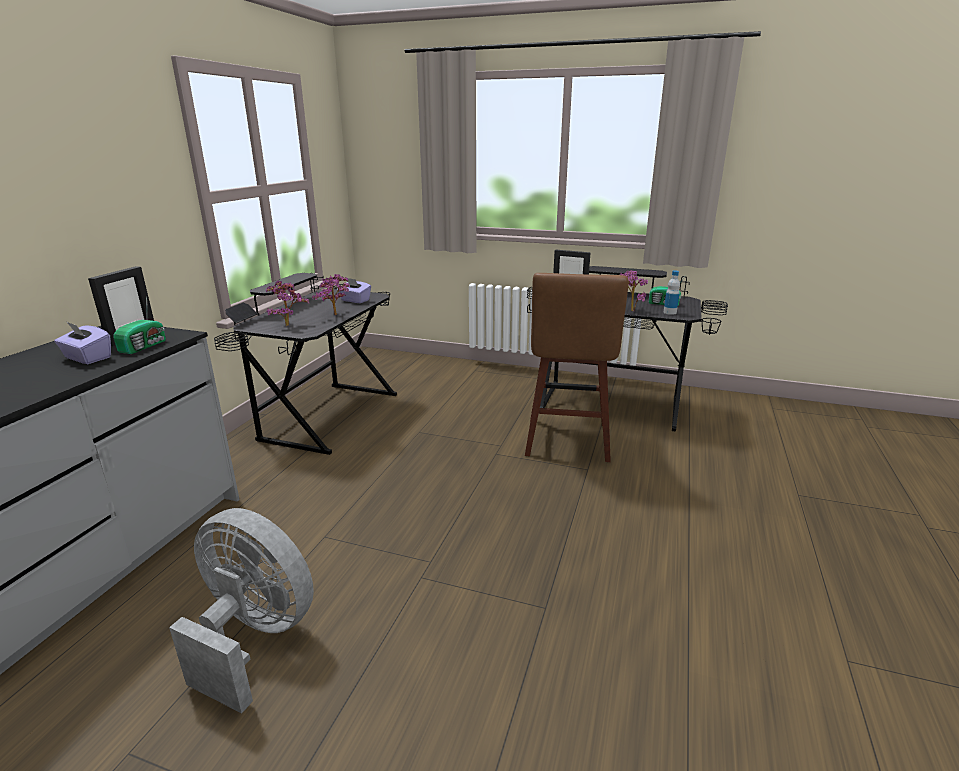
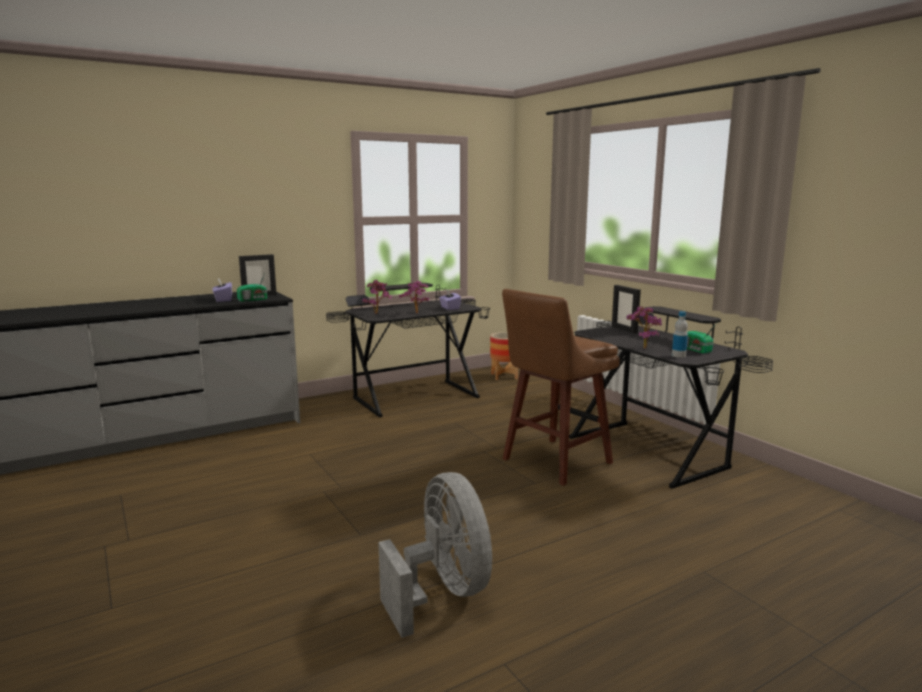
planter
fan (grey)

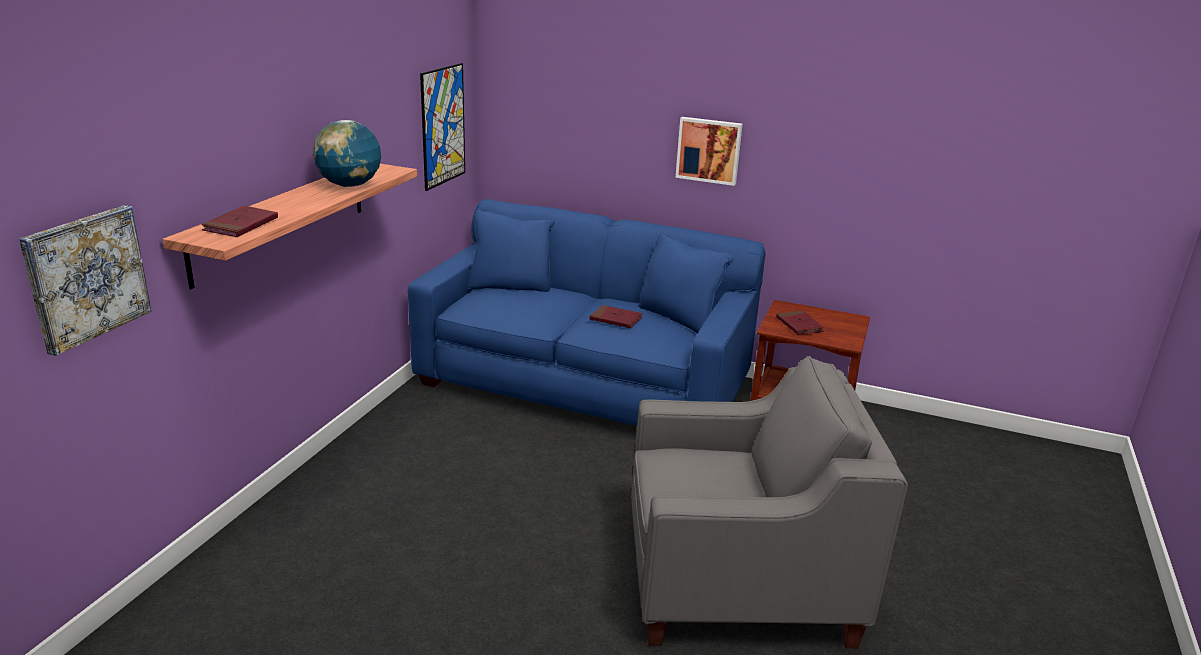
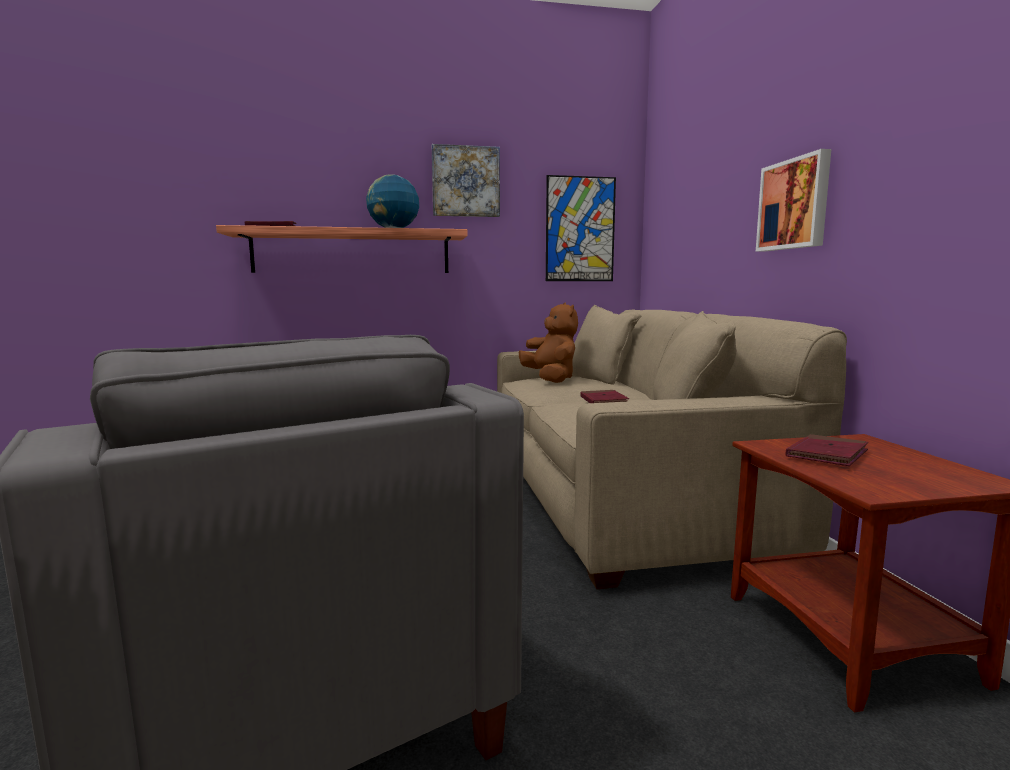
plush toy (brown)
picture (no. 1 from left)
sofa (beige)

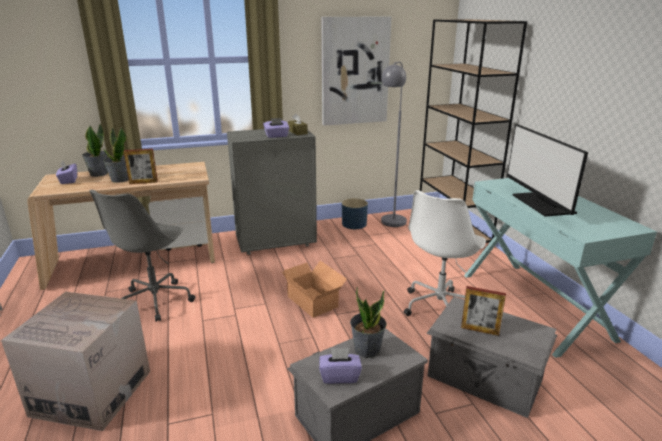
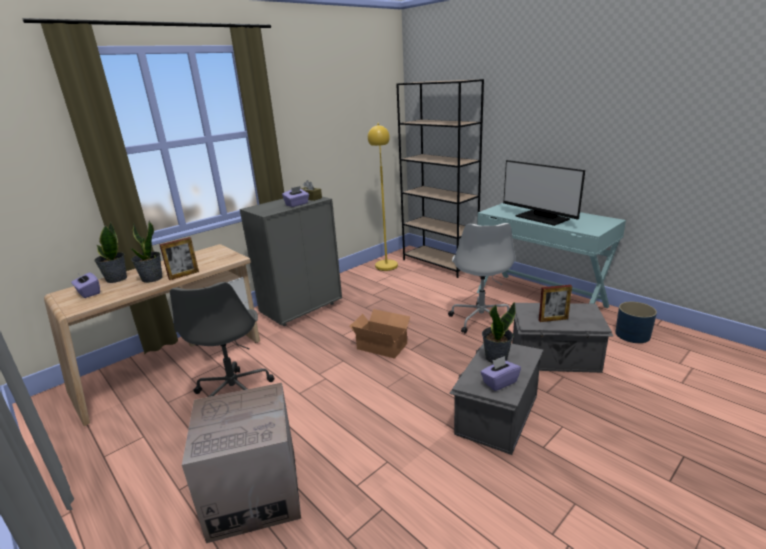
picture
planter (blue)
floor lamp (yellow)

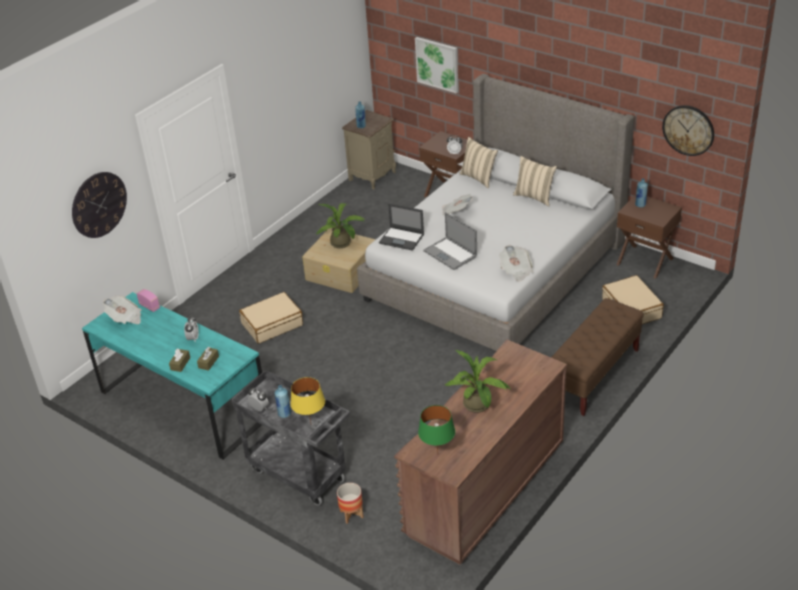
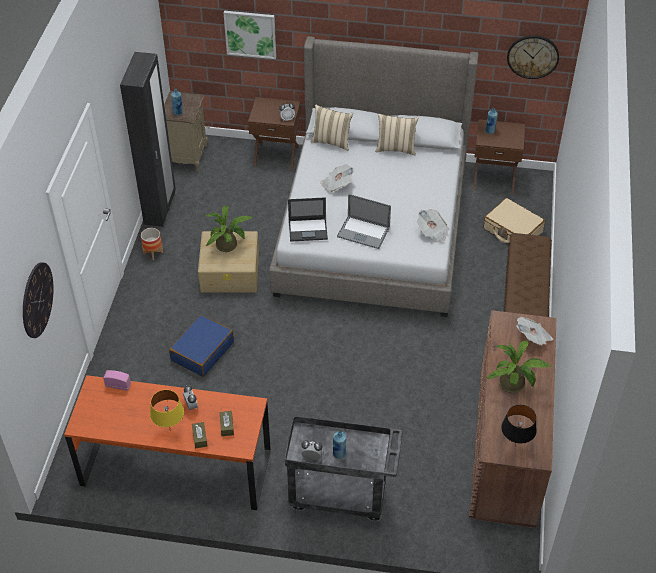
wardrobe (black)
newspaper (no. 3 from left)
table lamp (yellow)
planter
desk (orange)
suitcase (blue)
table lamp (black)

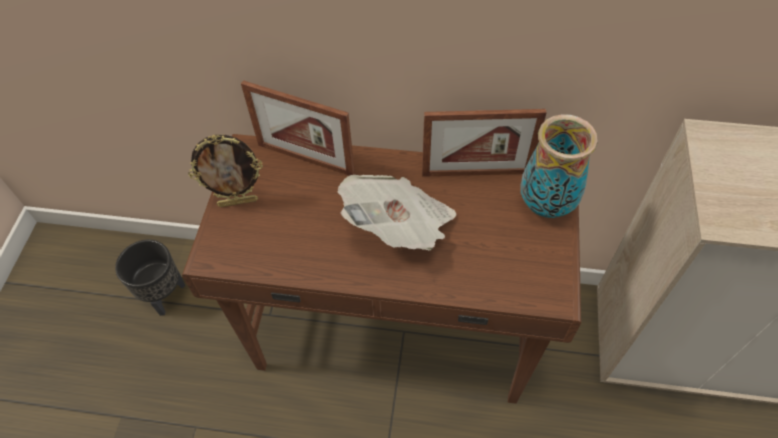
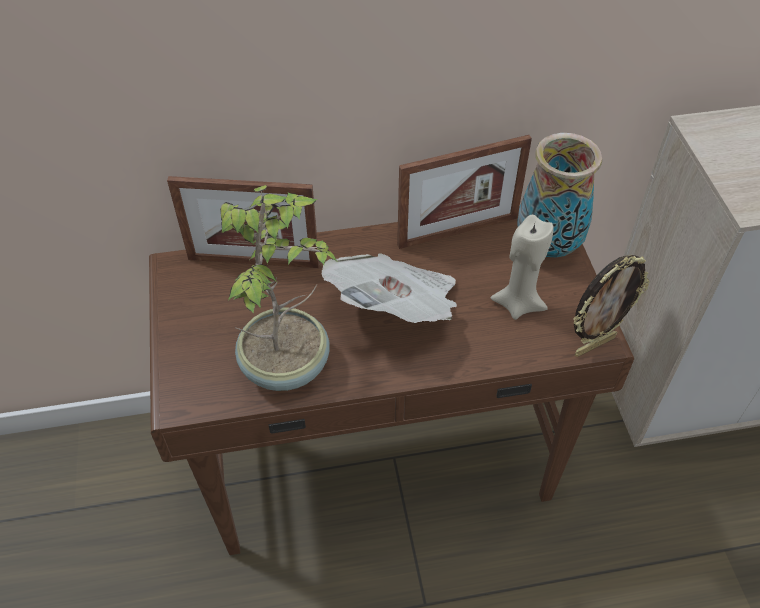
planter (black)
potted plant
candle (beige)
picture frame (no. 3 from left)

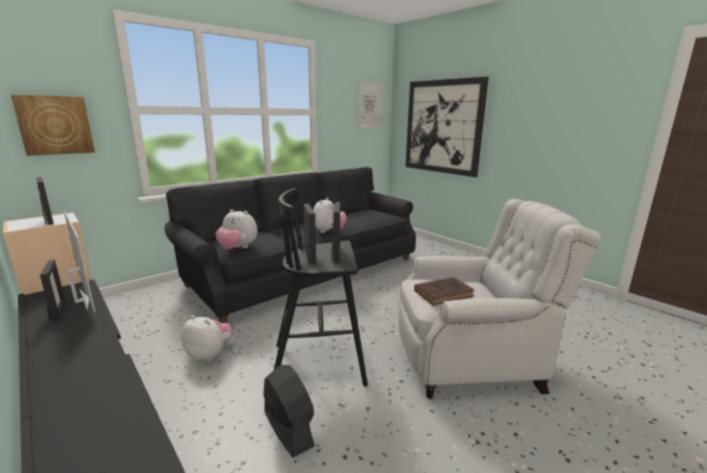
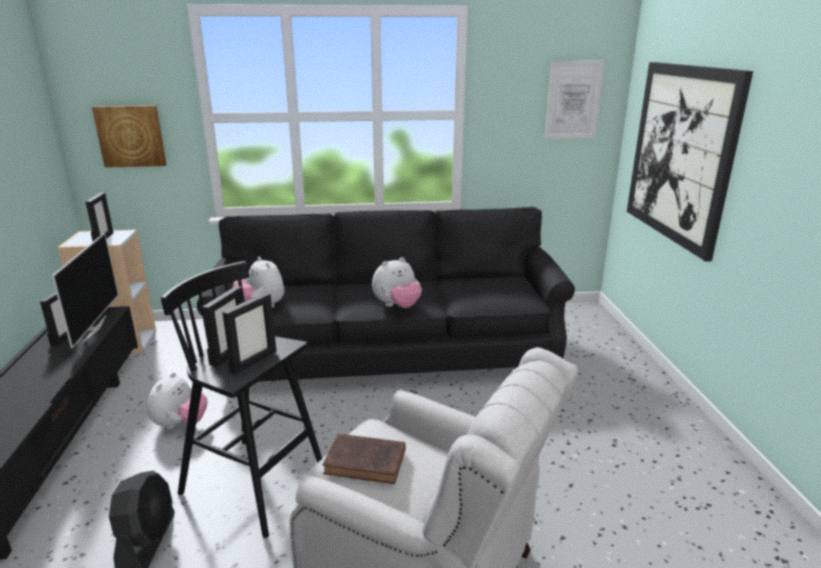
plush toy (no. 1 from left)

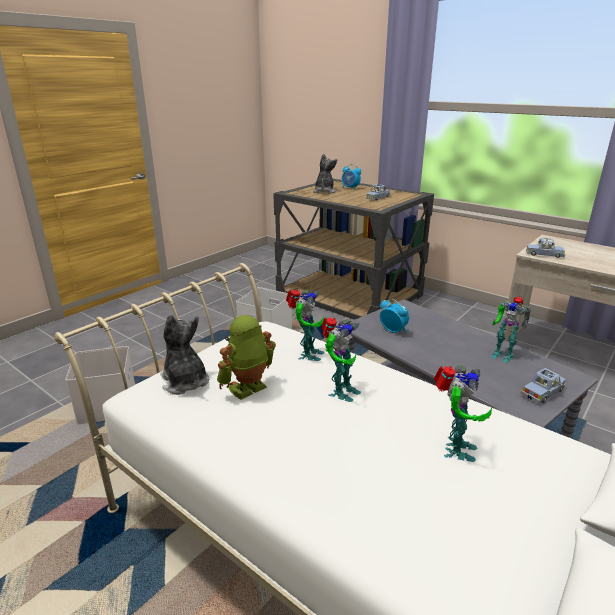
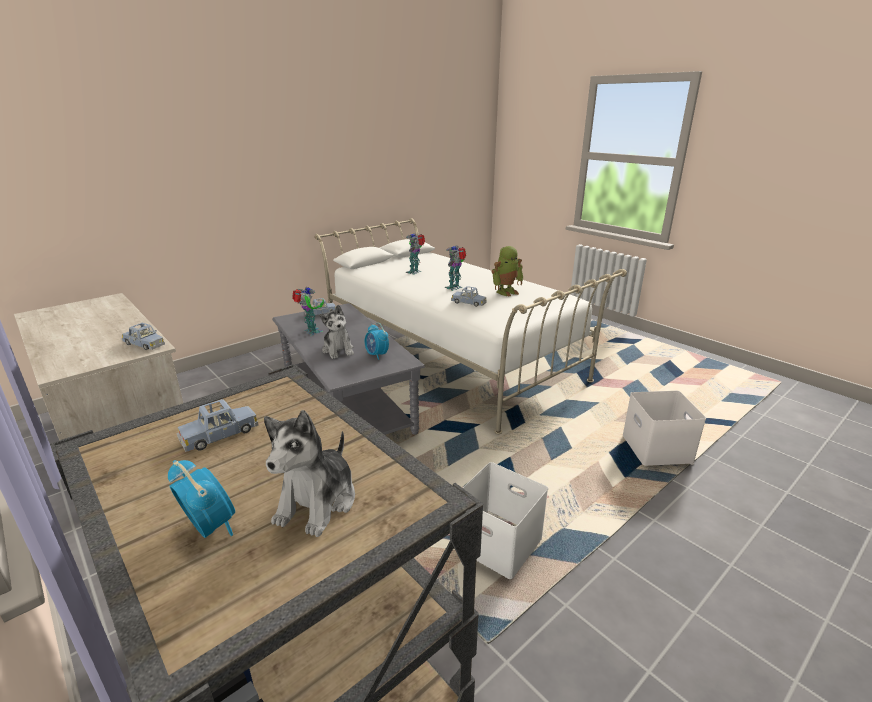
plush toy (no. 2 from left)
toy car (blue) (no. 4 from left)

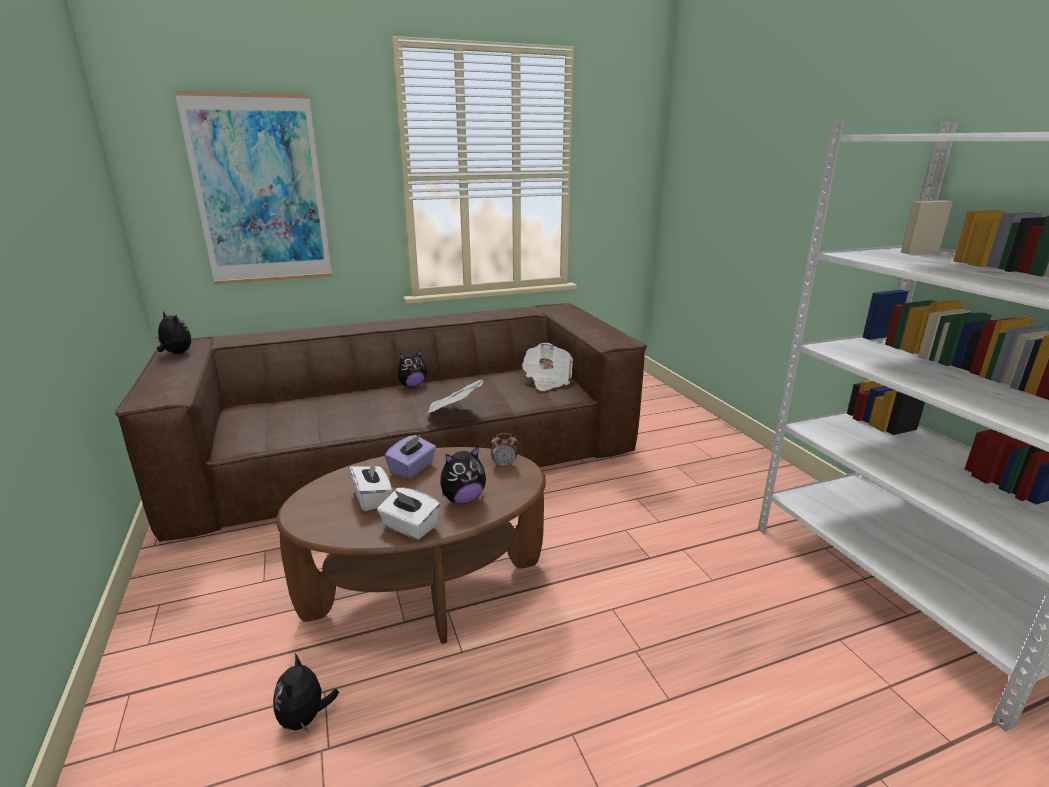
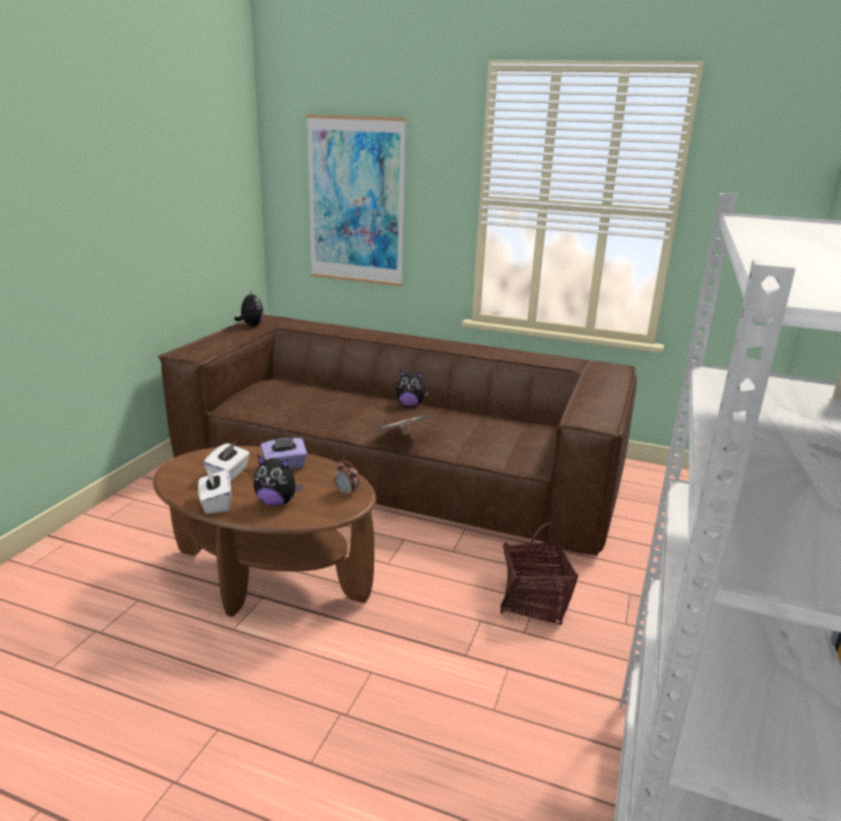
plush toy (no. 2 from left in the first image)
newspaper (no. 2 from left in the first image)
basket

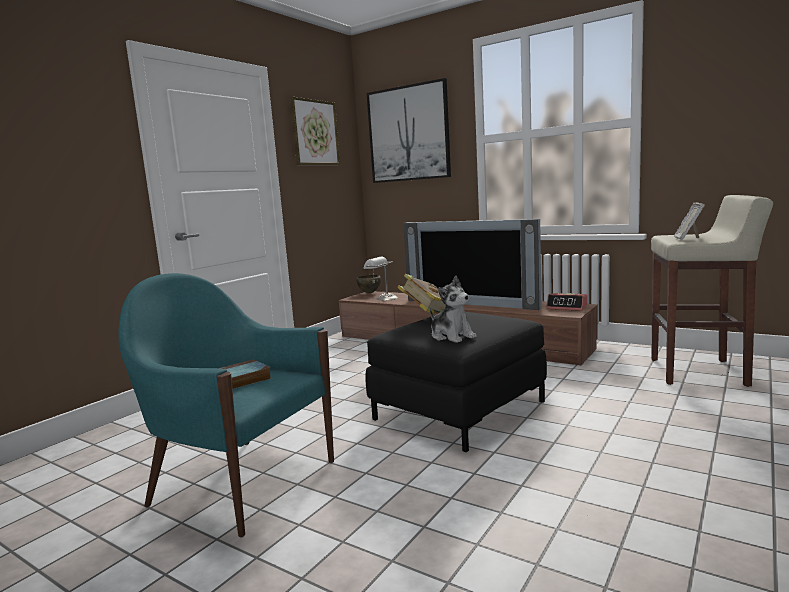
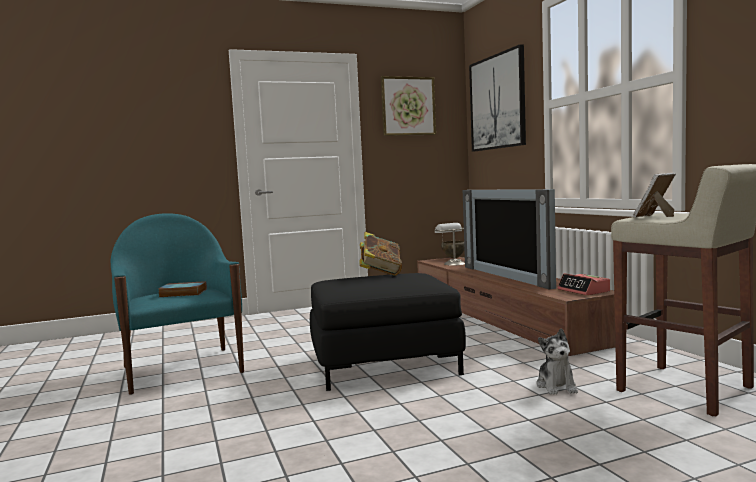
plush toy

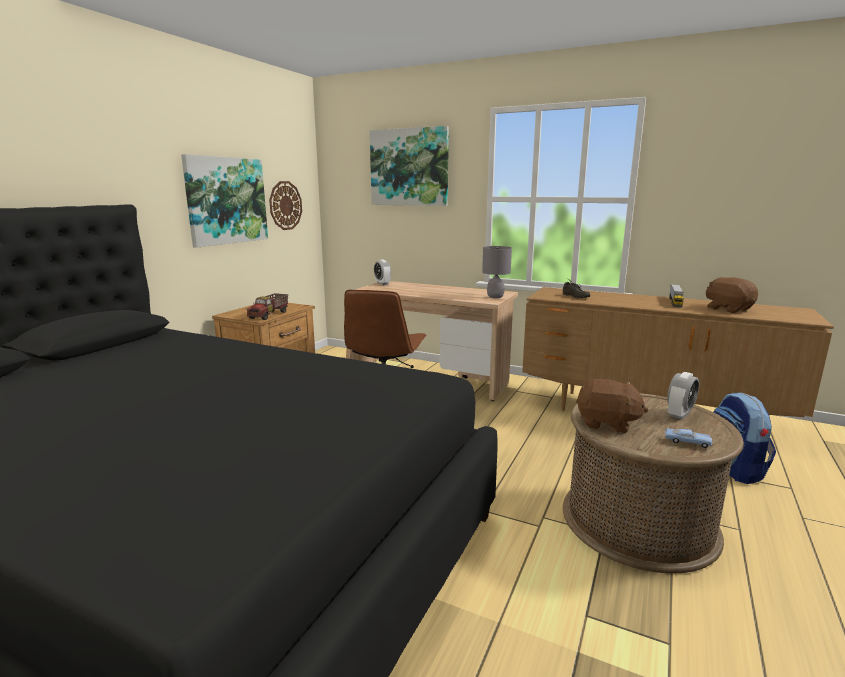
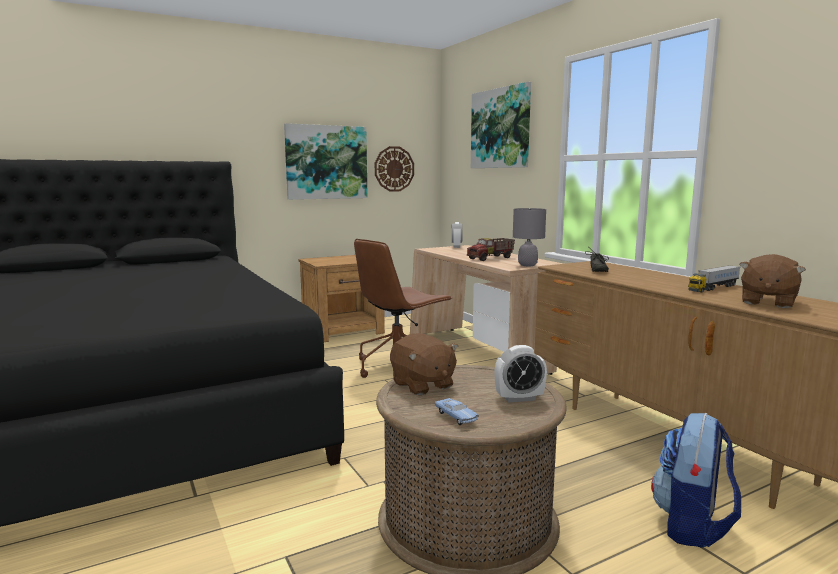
toy truck (no. 1 from left)
plush toy (brown) (no. 2 from left)

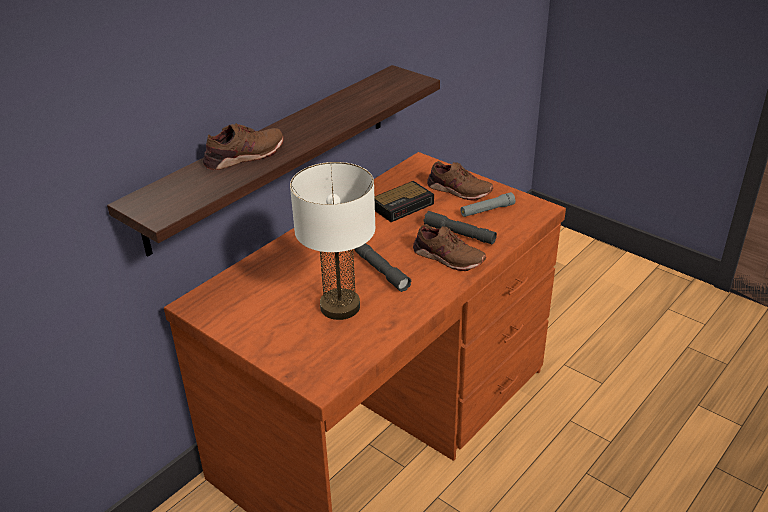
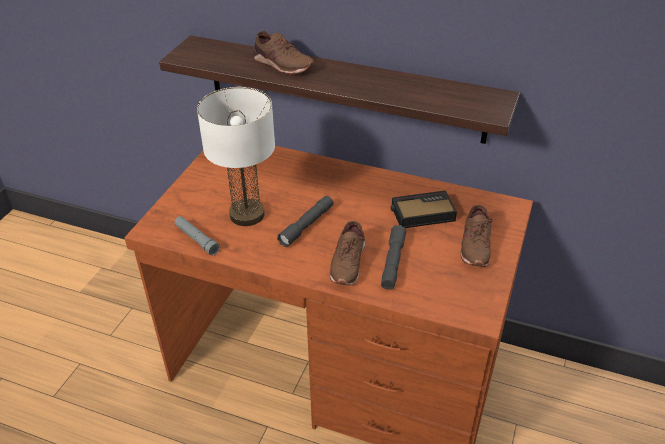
flashlight (grey) (no. 1 from left)
alarm clock

